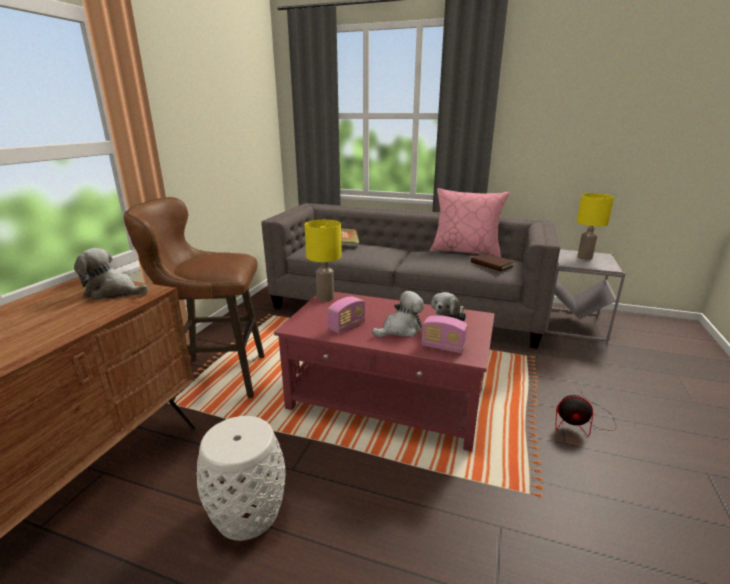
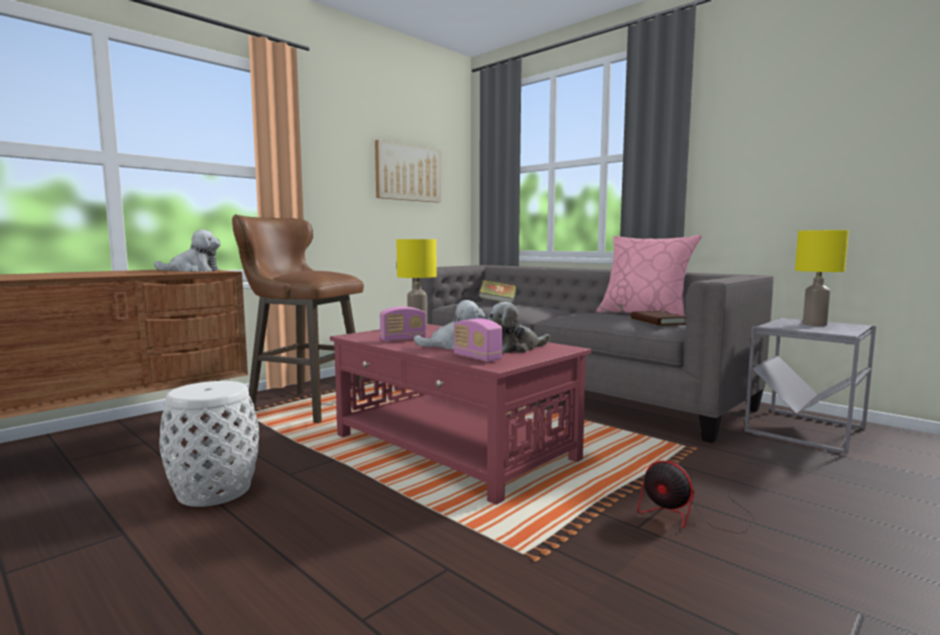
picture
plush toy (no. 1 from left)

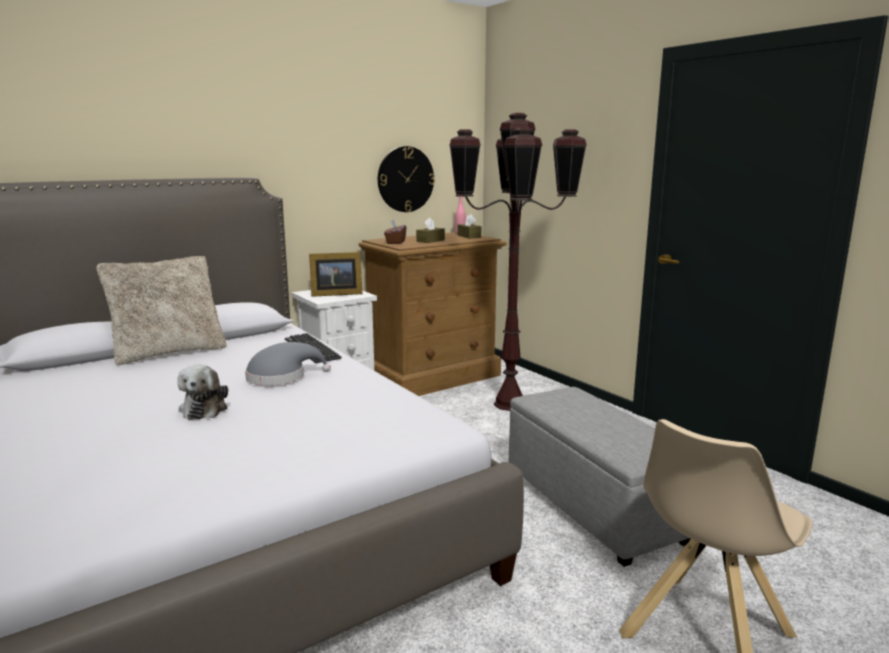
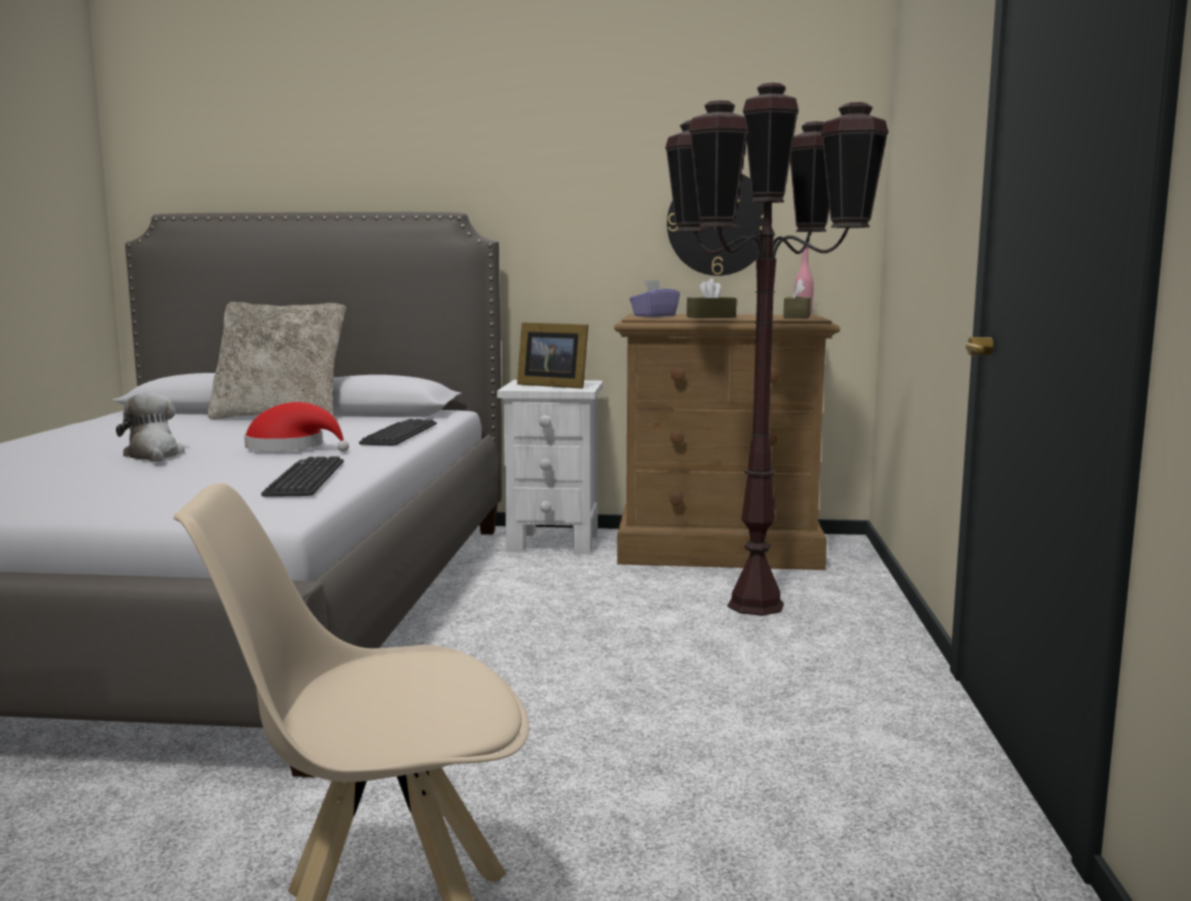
ottoman (grey)
keyboard (no. 1 from left)
hat (red)
tissue box (purple)
plush toy

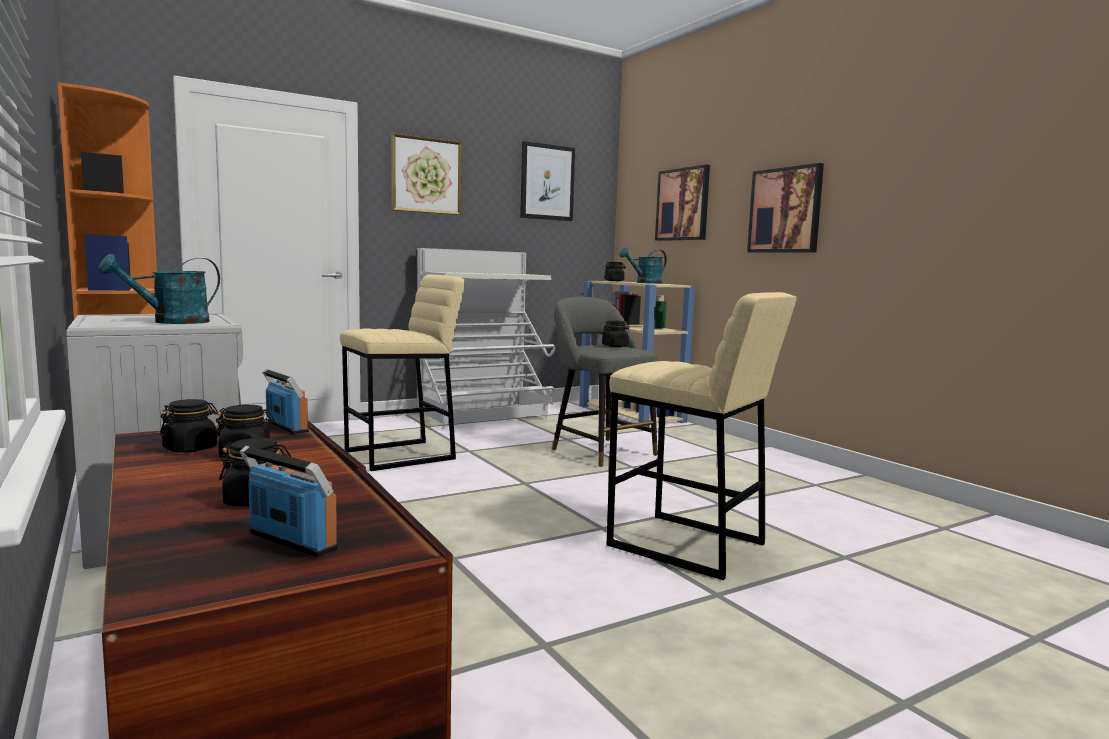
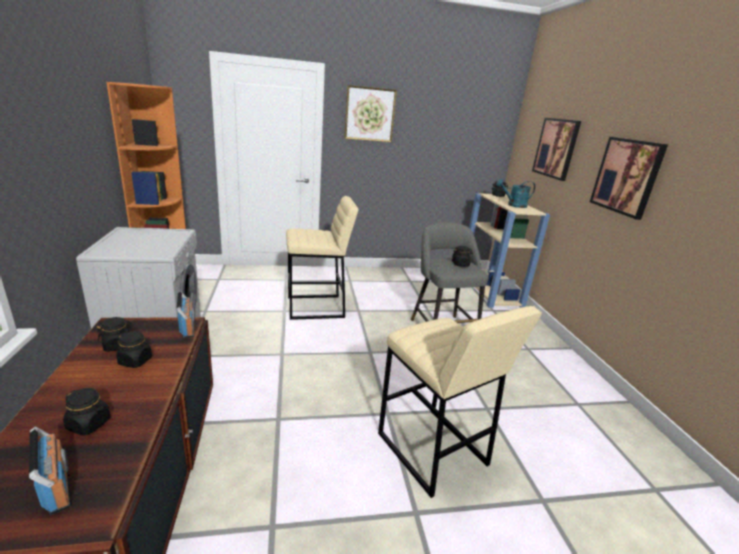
watering can (turquoise) (no. 1 from left in the first image)
shoe rack (white)
picture (no. 2 from left in the first image)

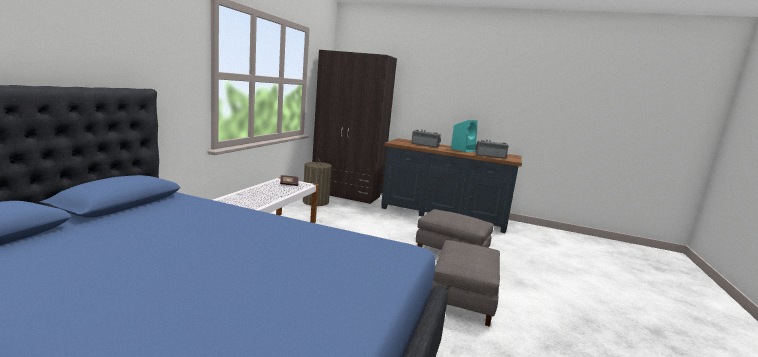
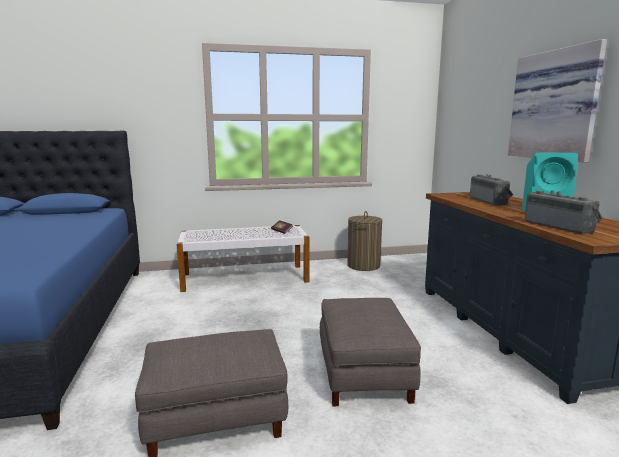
wardrobe (brown)
picture

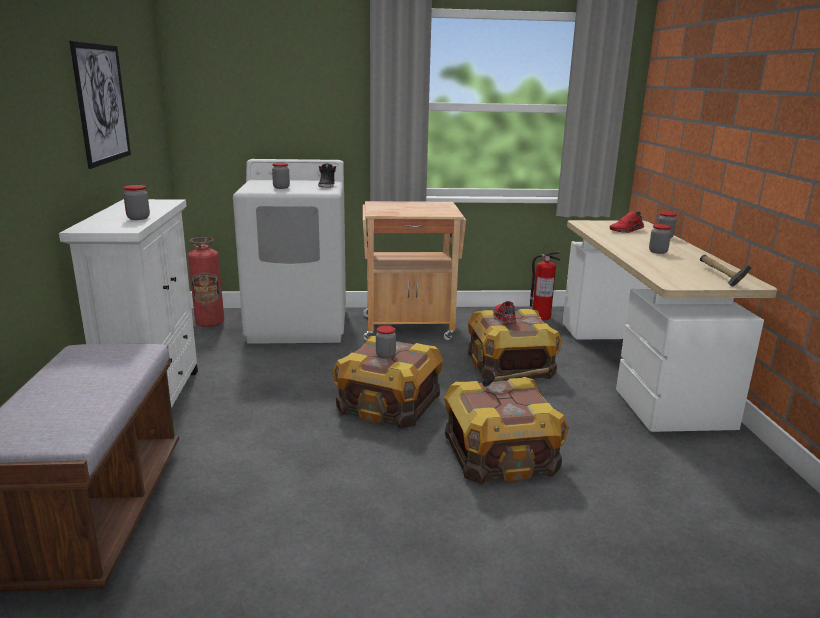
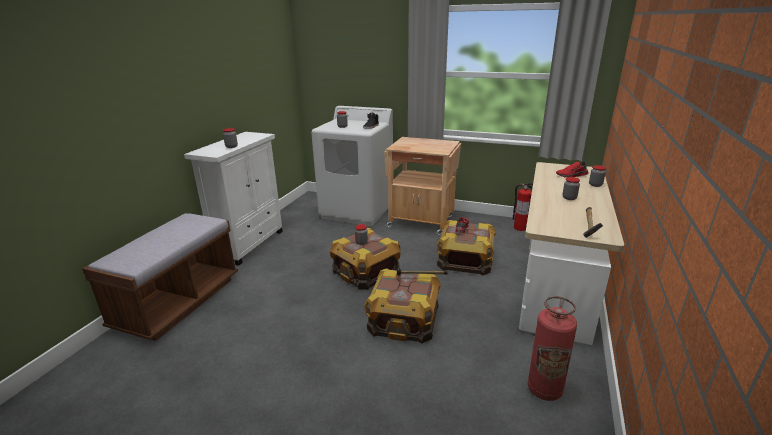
picture
fire extinguisher (no. 2 from left)

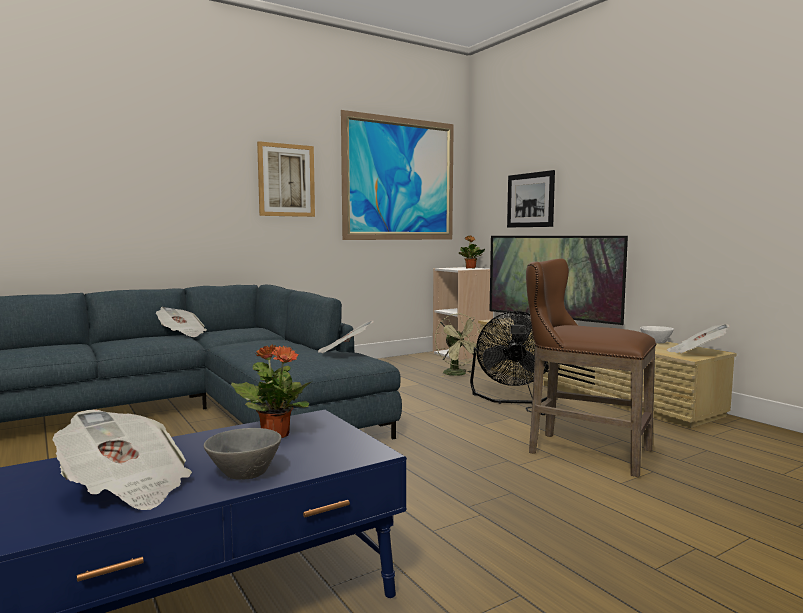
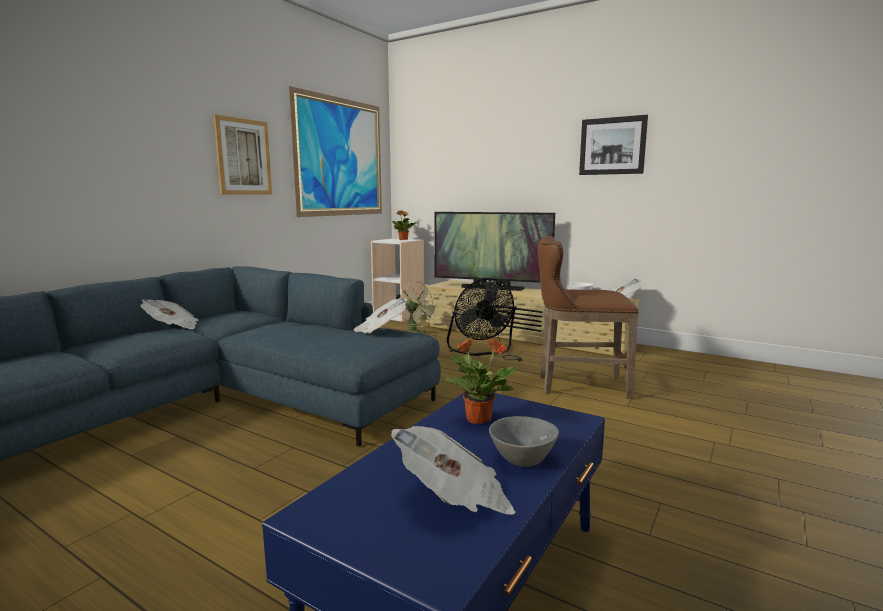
picture (no. 3 from left)

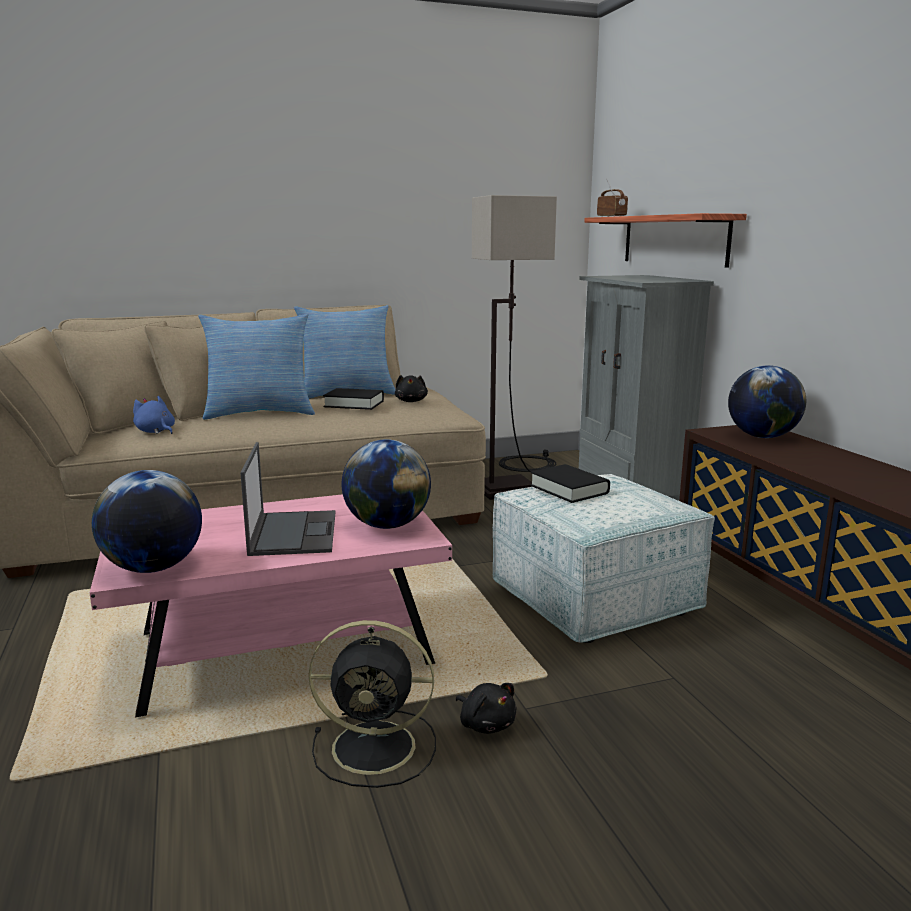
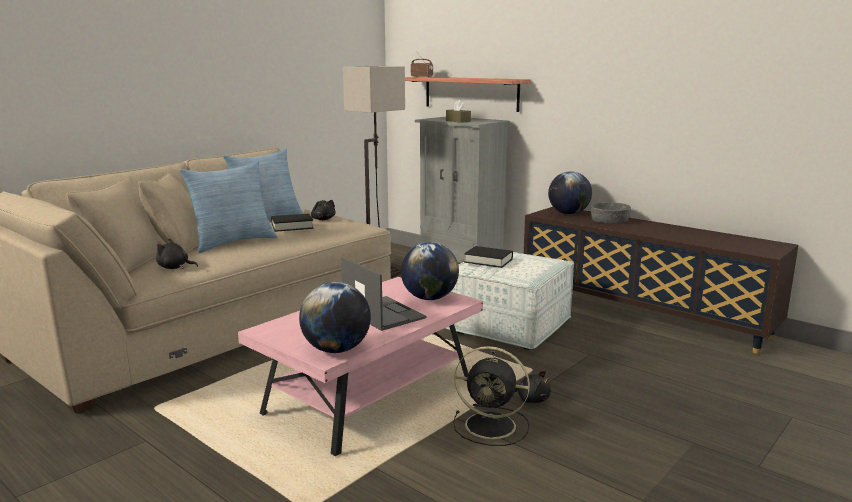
tissue box (brown)
bowl (grey)
plush toy (black) (no. 1 from left)
fan (black)

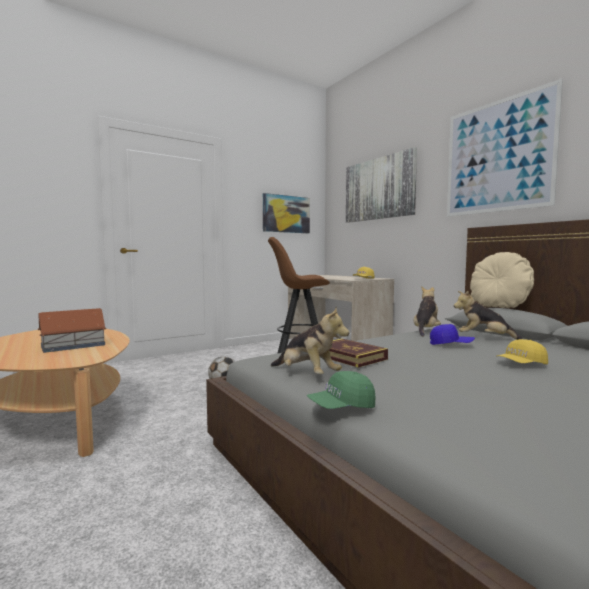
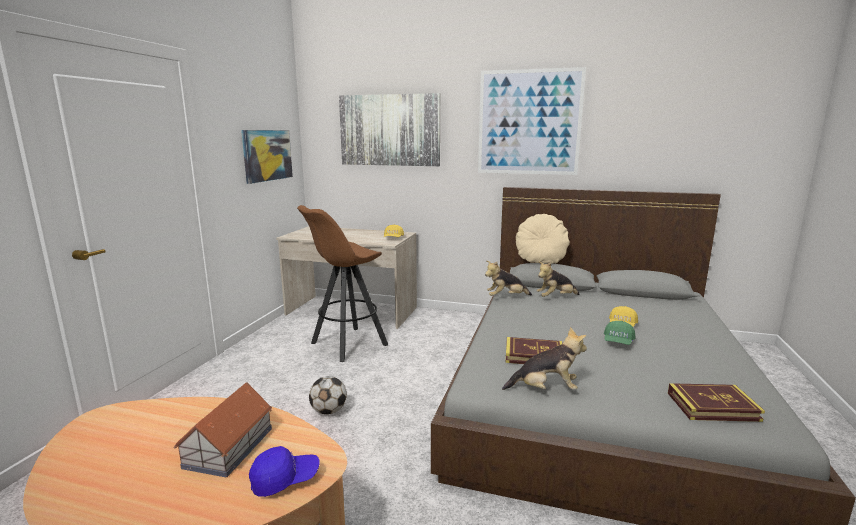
book (no. 2 from left)
cap (green)
cap (blue)
plush toy (no. 1 from left)

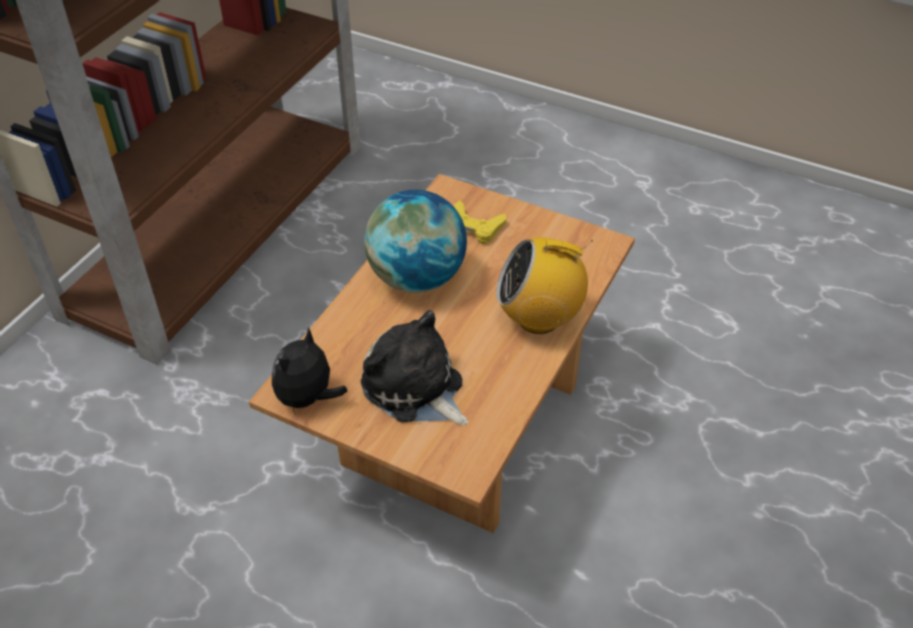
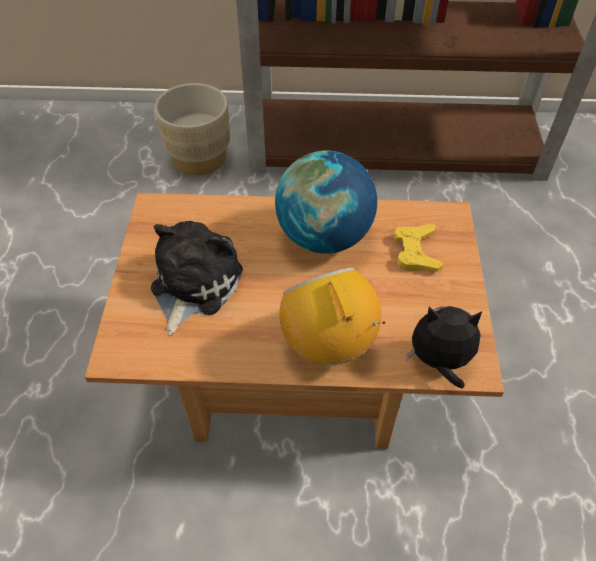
planter (beige)
plush toy (no. 2 from left)

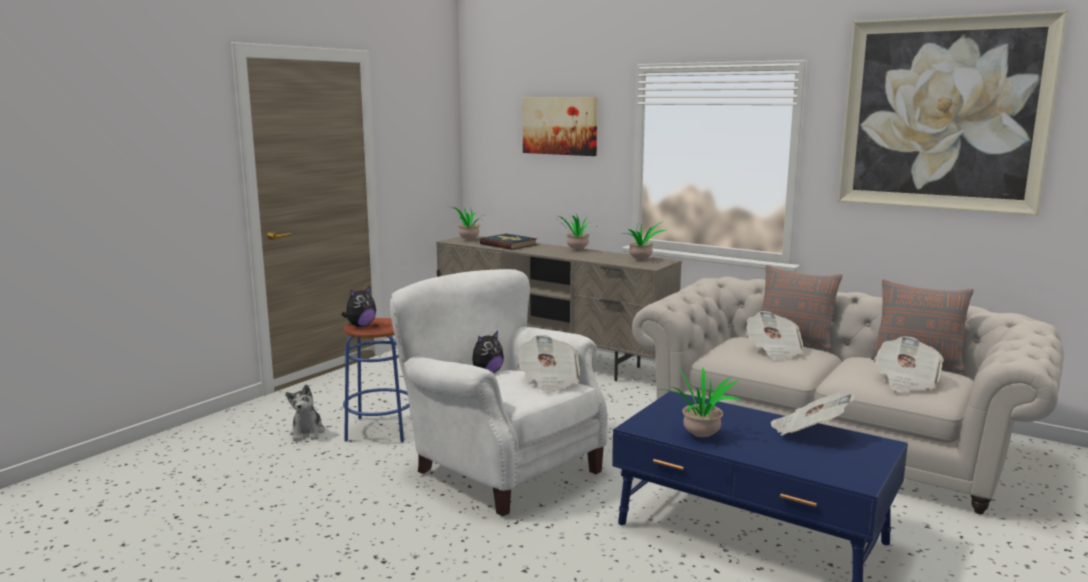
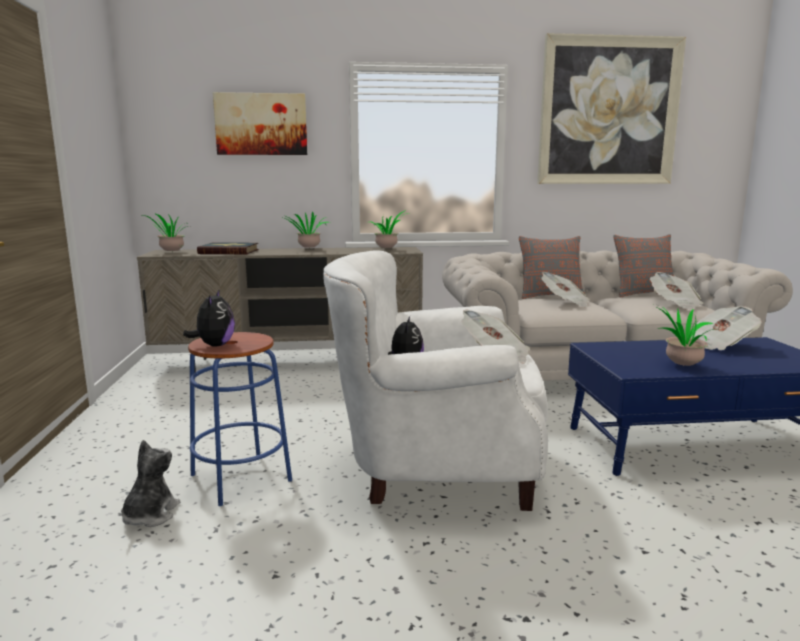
plush toy (no. 1 from left)

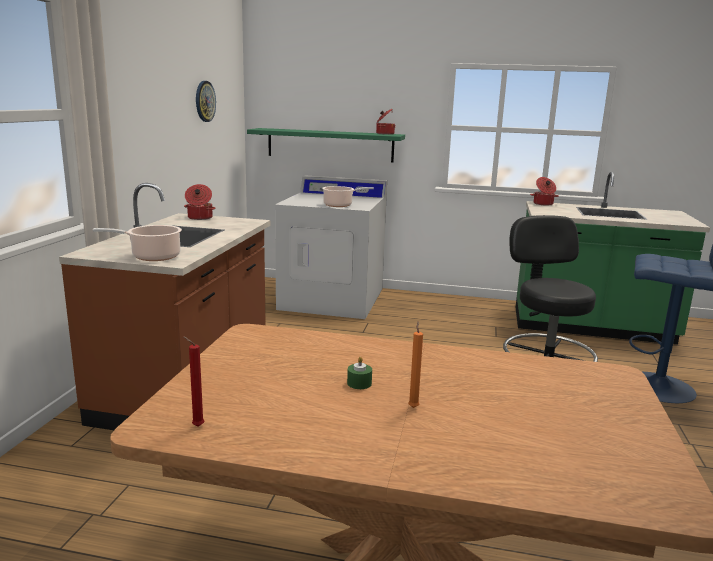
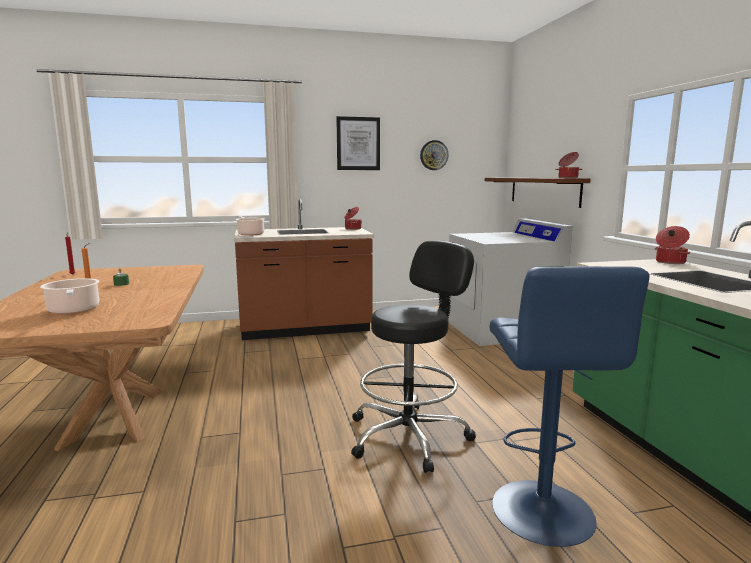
picture
cooking pot (no. 1 from left)
shelf (brown)

